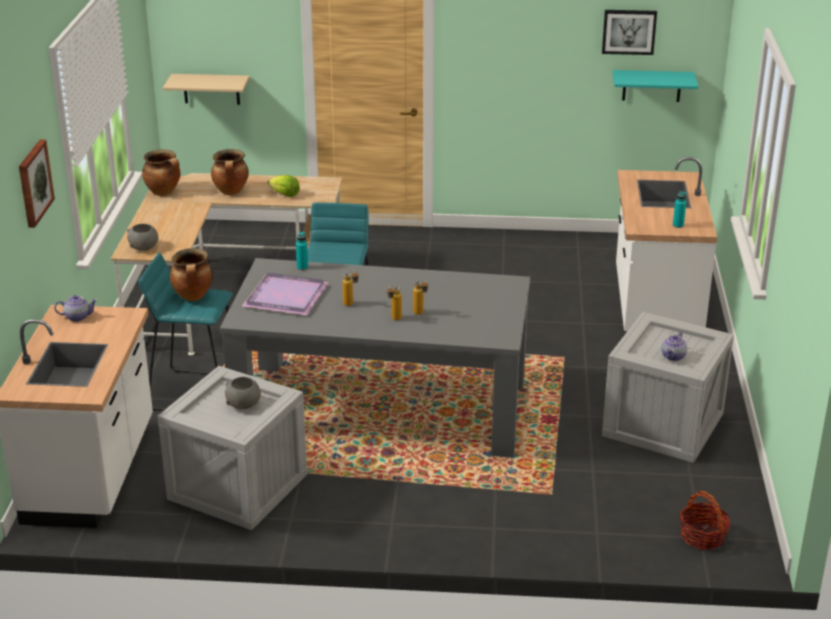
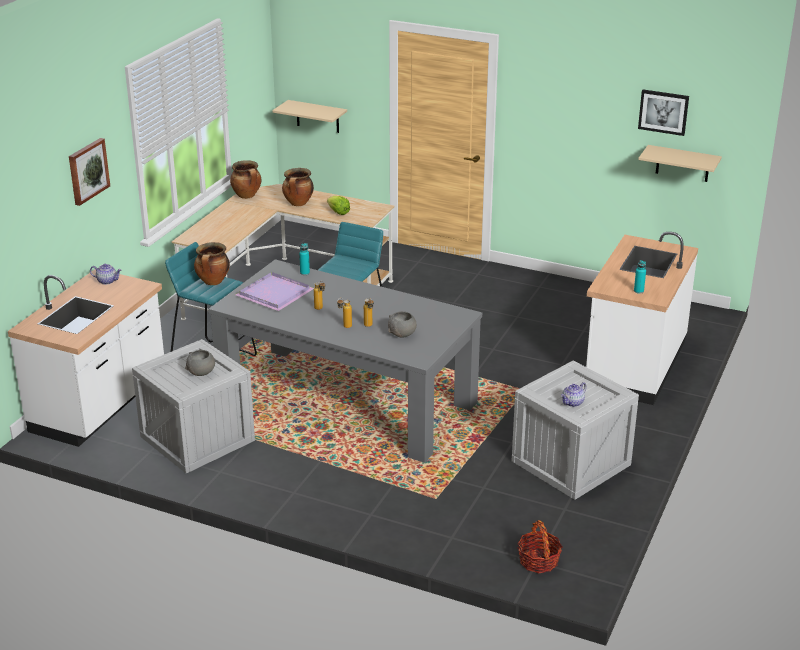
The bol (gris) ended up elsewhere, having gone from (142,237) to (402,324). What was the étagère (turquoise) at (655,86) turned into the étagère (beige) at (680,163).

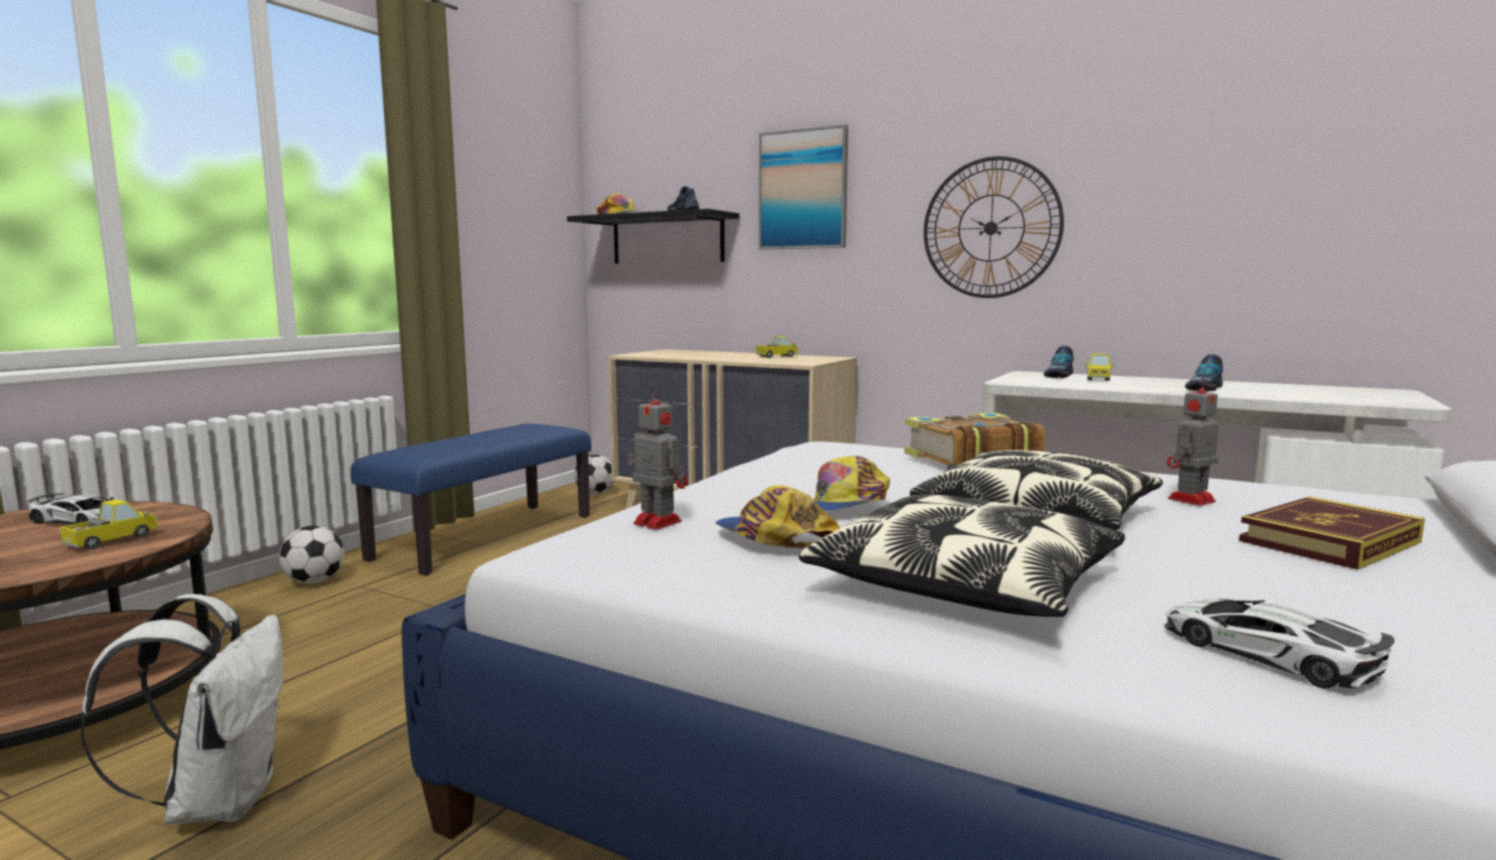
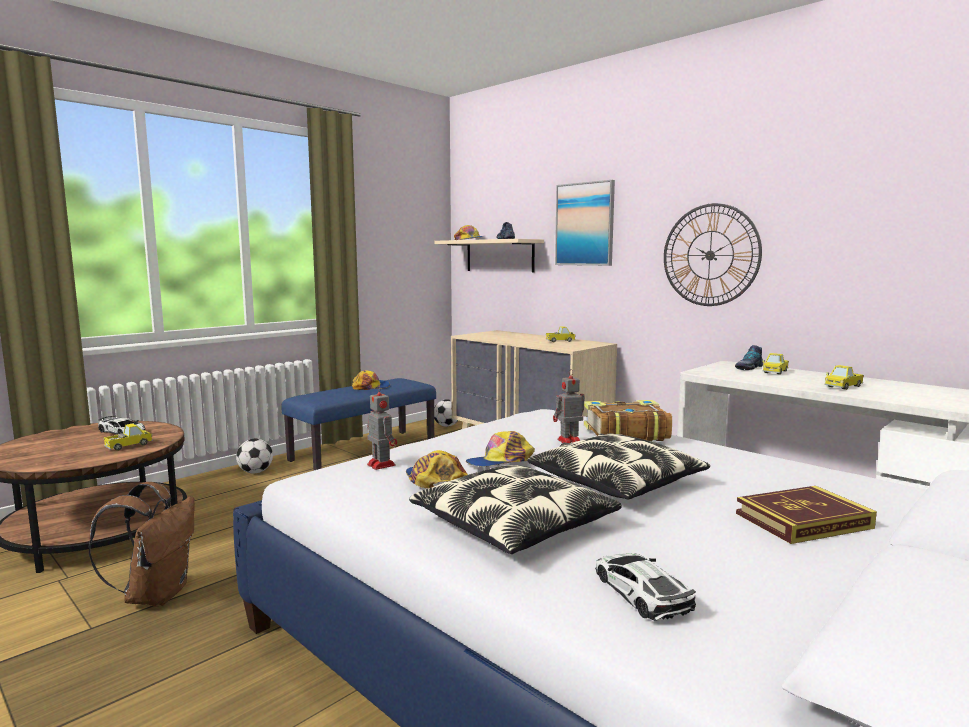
The second view gained the casquette at (371,380). The robot jouet ended up elsewhere, having gone from (1193,442) to (569,406). Where the chaussure stood at (1204,373), the camion jouet came to stand at (844,377). What was the sac à dos (blanc) at (182,709) turned into the sac à dos (marron) at (141,544). What was the étagère (noir) at (653,236) turned into the étagère (beige) at (489,255).

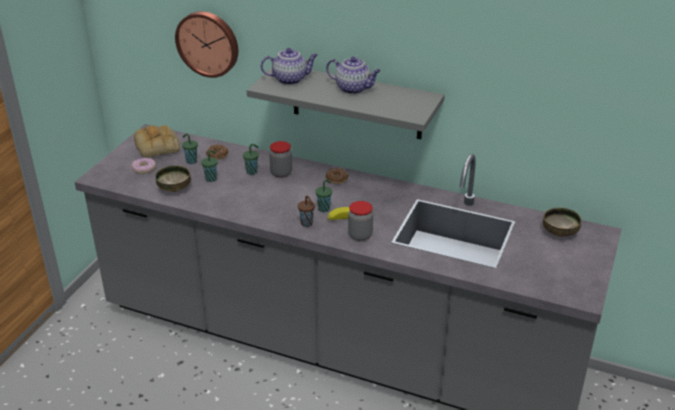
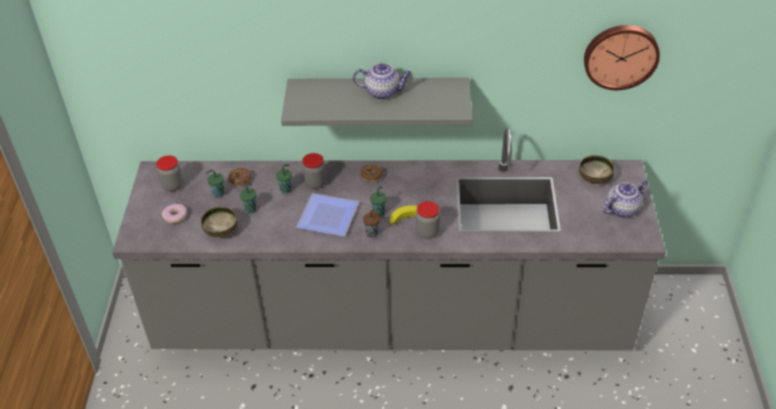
The second view gained the assiette at (327,215). The horloge murale ended up elsewhere, having gone from (206,44) to (622,57). The théière ended up elsewhere, having gone from (289,66) to (625,199). Where the pain stood at (157,141), the bocal came to stand at (169,173).

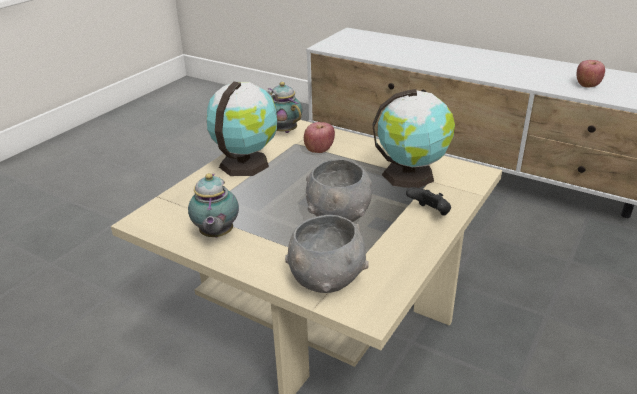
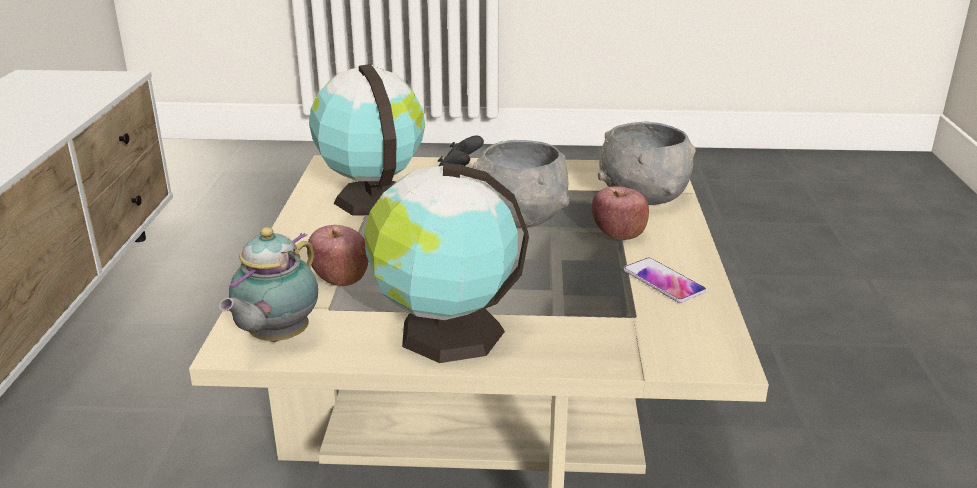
The pomme ended up elsewhere, having gone from (591,74) to (620,213). Where the théière stood at (213,205), the téléphone came to stand at (664,280).

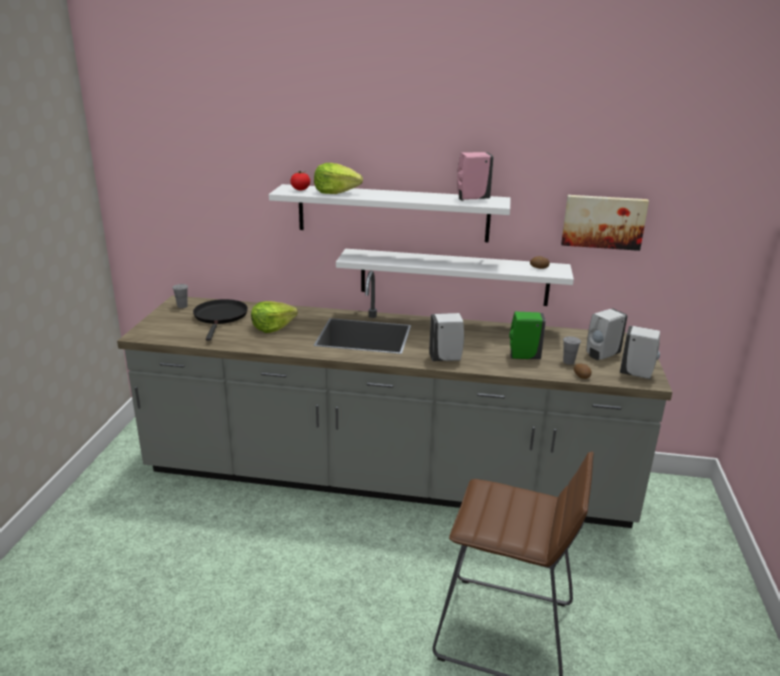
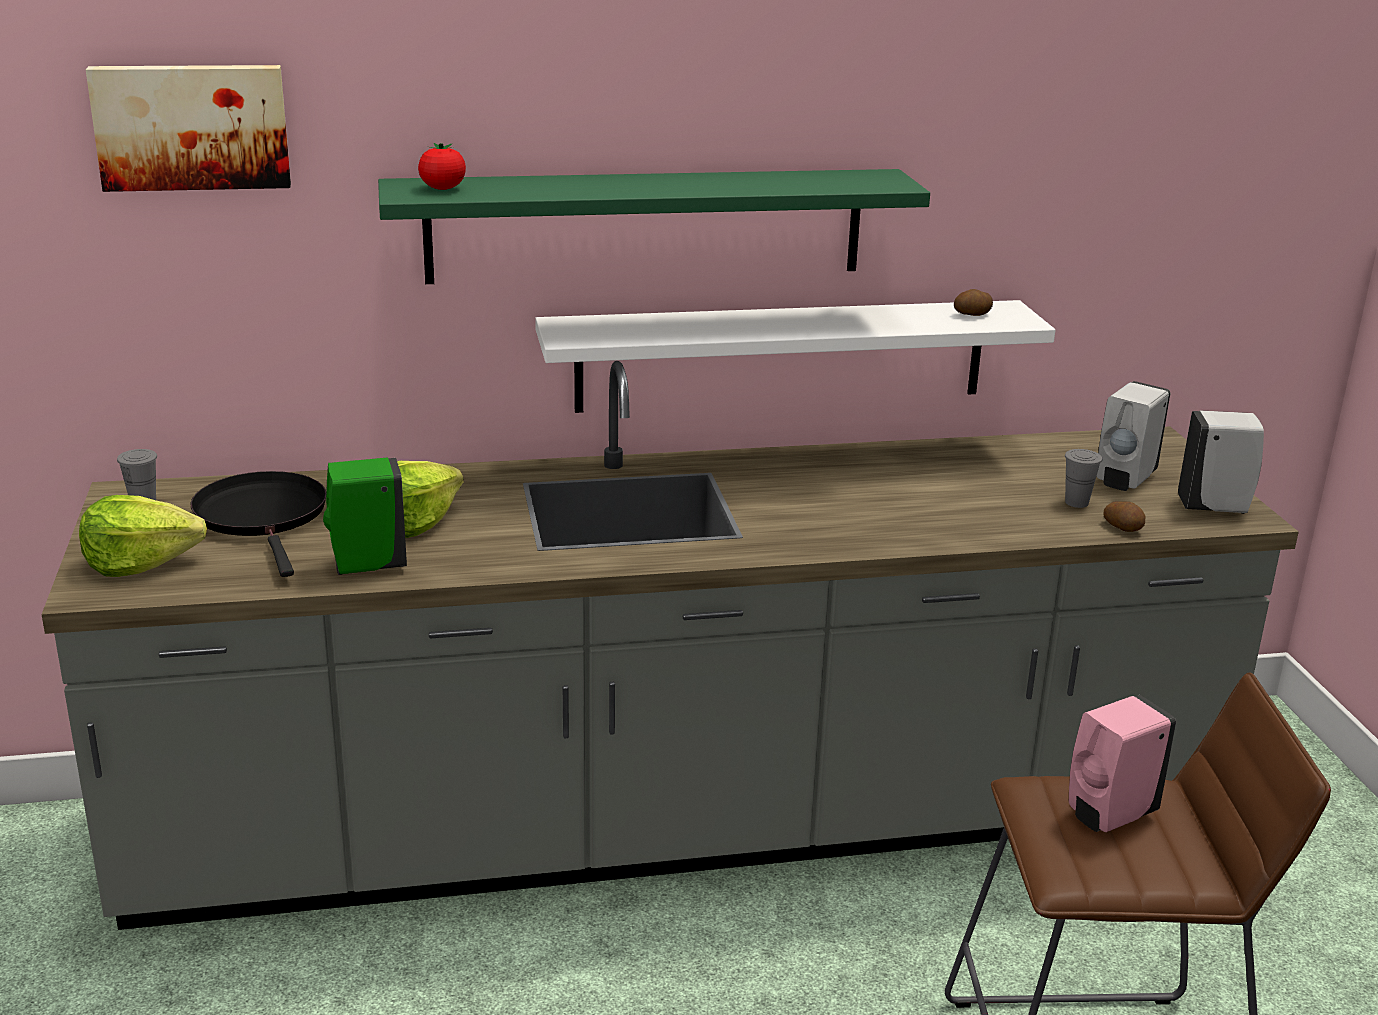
The second view lost the distributeur de savon (blanc) at (446,337). The laitue ended up elsewhere, having gone from (338,178) to (143,536). The distributeur de savon (rose) ended up elsewhere, having gone from (475,176) to (1122,763). The distributeur de savon (vert) ended up elsewhere, having gone from (527,335) to (365,516). The tableau ended up elsewhere, having gone from (605,223) to (188,128). What was the étagère (blanc) at (389,213) turned into the étagère (vert) at (654,226).

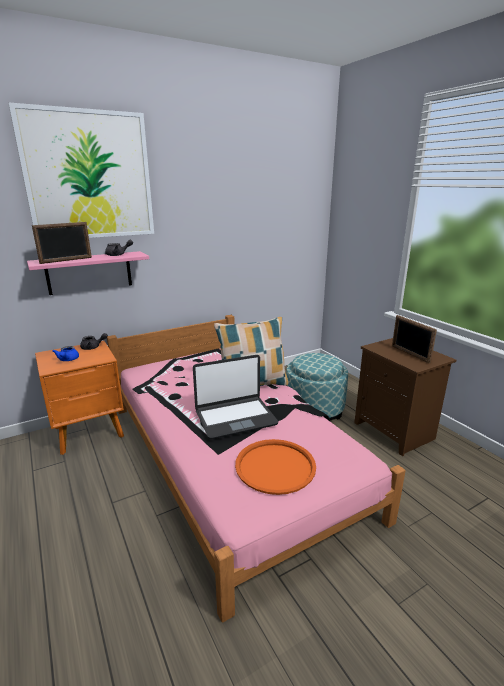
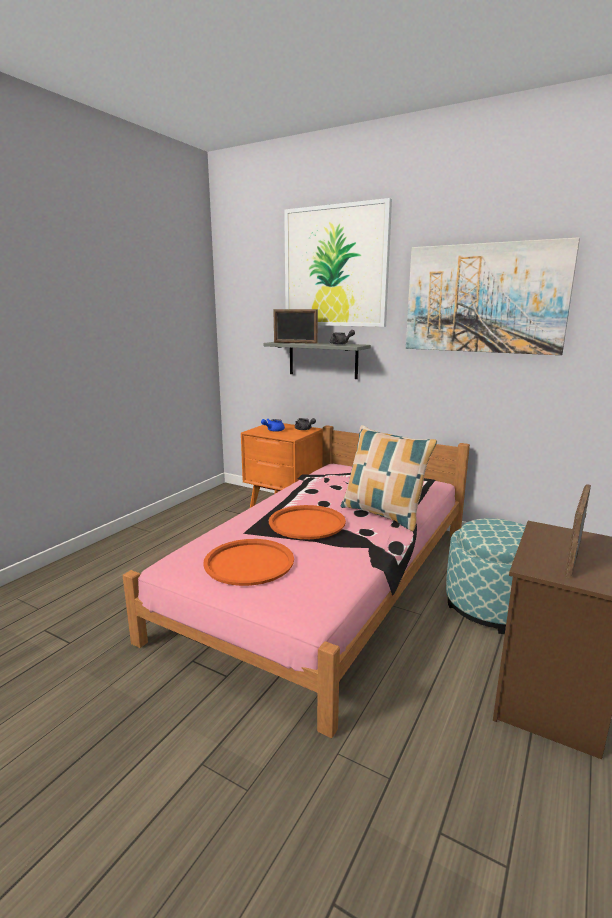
The second view gained the tableau at (493,296). Where the ordinateur portable stood at (235,397), the plateau (orange) came to stand at (307,522). What was the étagère (rose) at (88,273) turned into the étagère (gris) at (317,360).

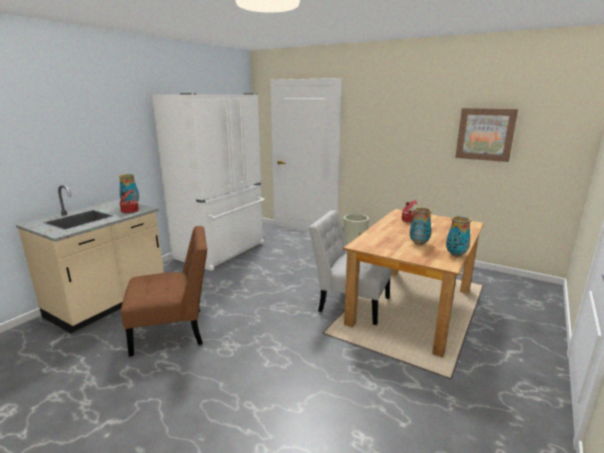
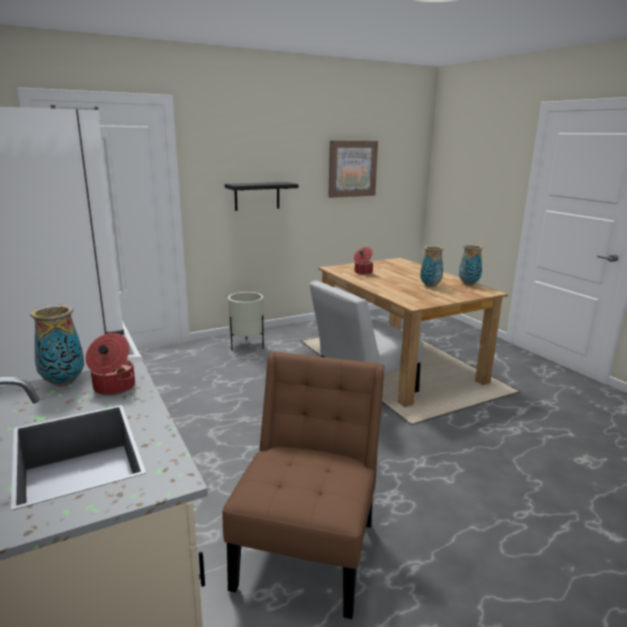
The second view gained the étagère (noir) at (262,196).

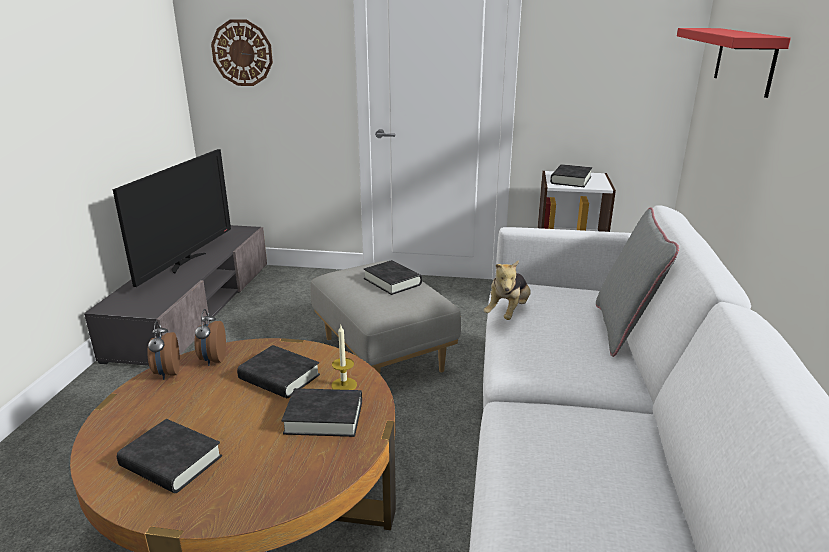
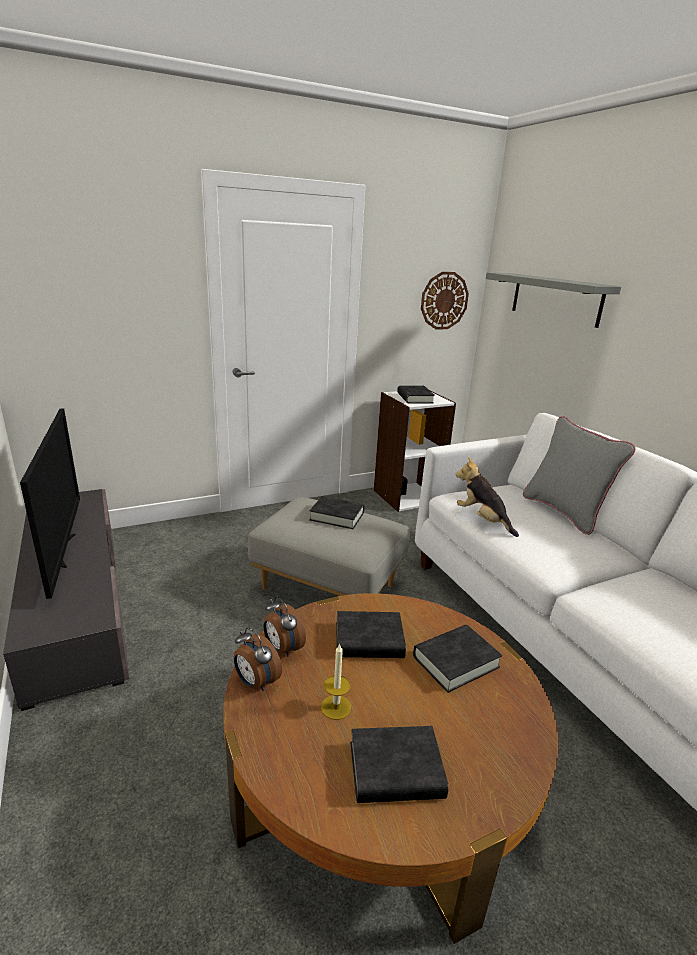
The horloge murale ended up elsewhere, having gone from (242,52) to (445,301). The bougie ended up elsewhere, having gone from (344,358) to (336,681). What was the étagère (rouge) at (734,63) turned into the étagère (gris) at (553,300). The peluche at (507,290) ended up facing another way, 150 degrees clockwise from before.

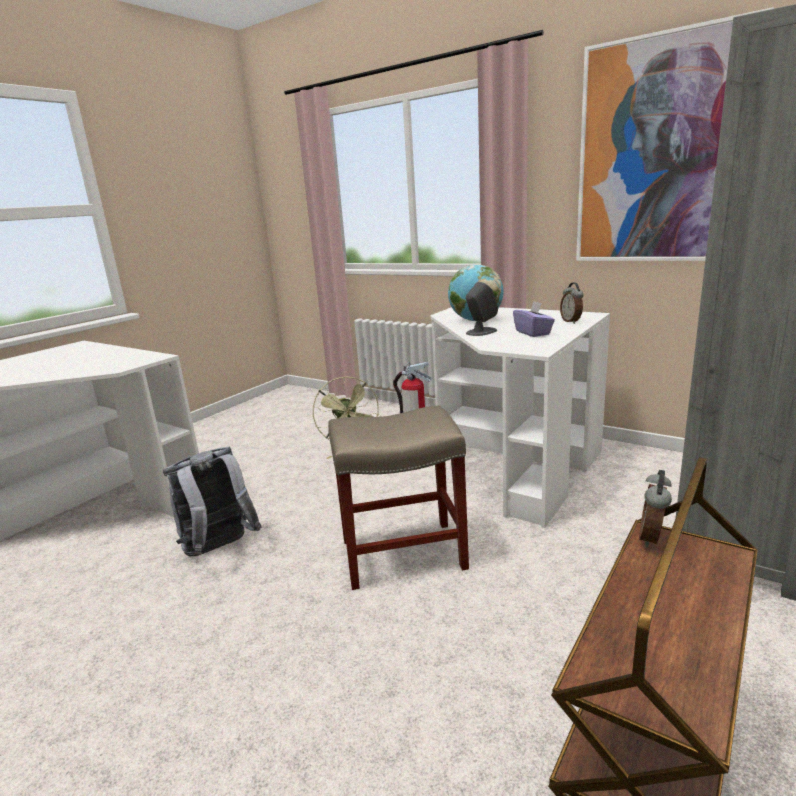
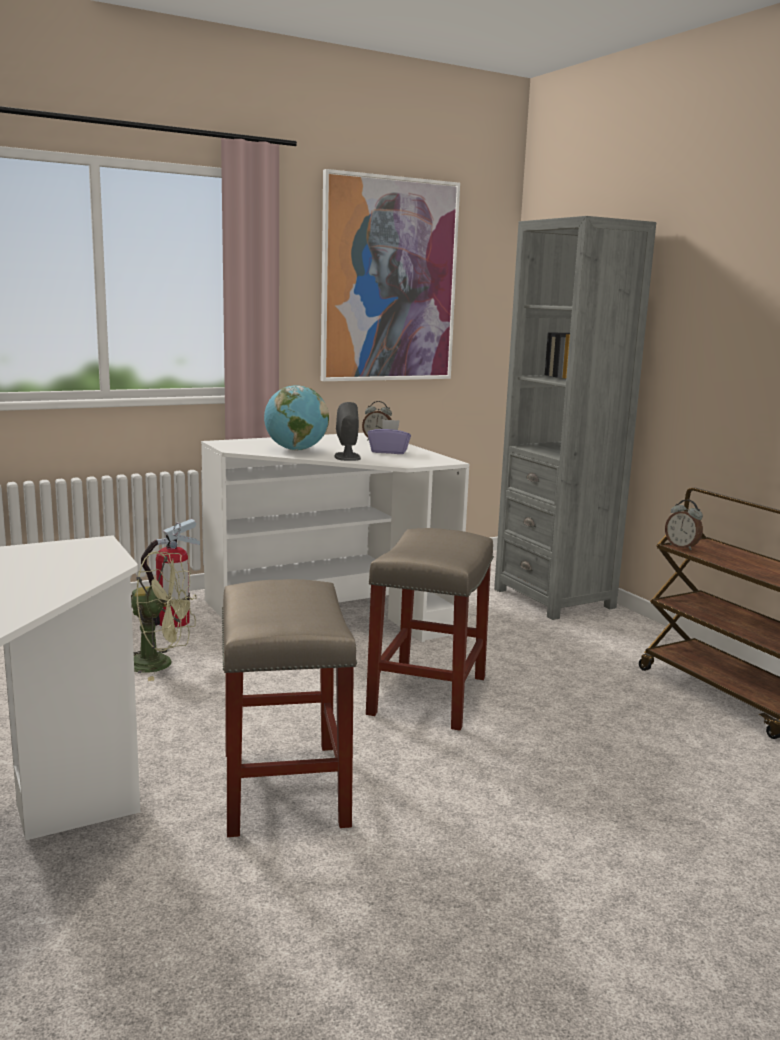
Where the sac à dos (gris) stood at (212,501), the tabouret (beige) came to stand at (289,708).

